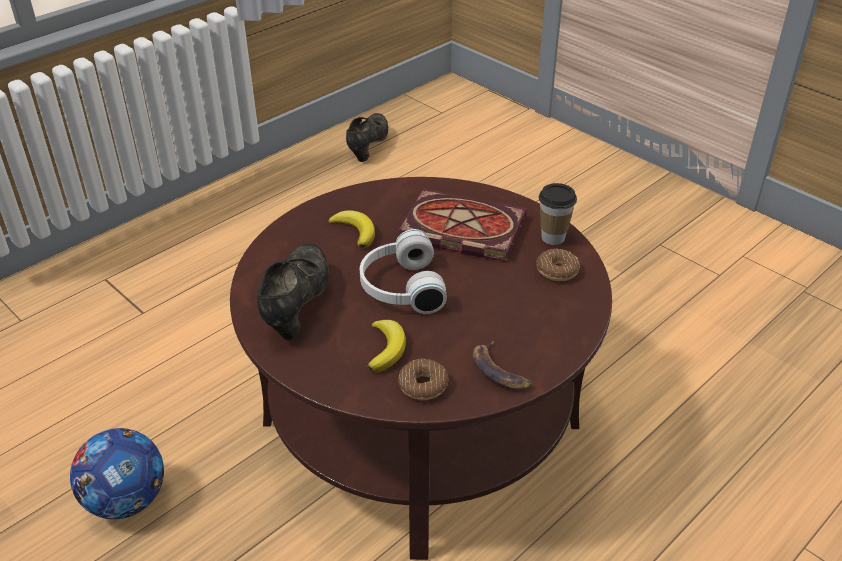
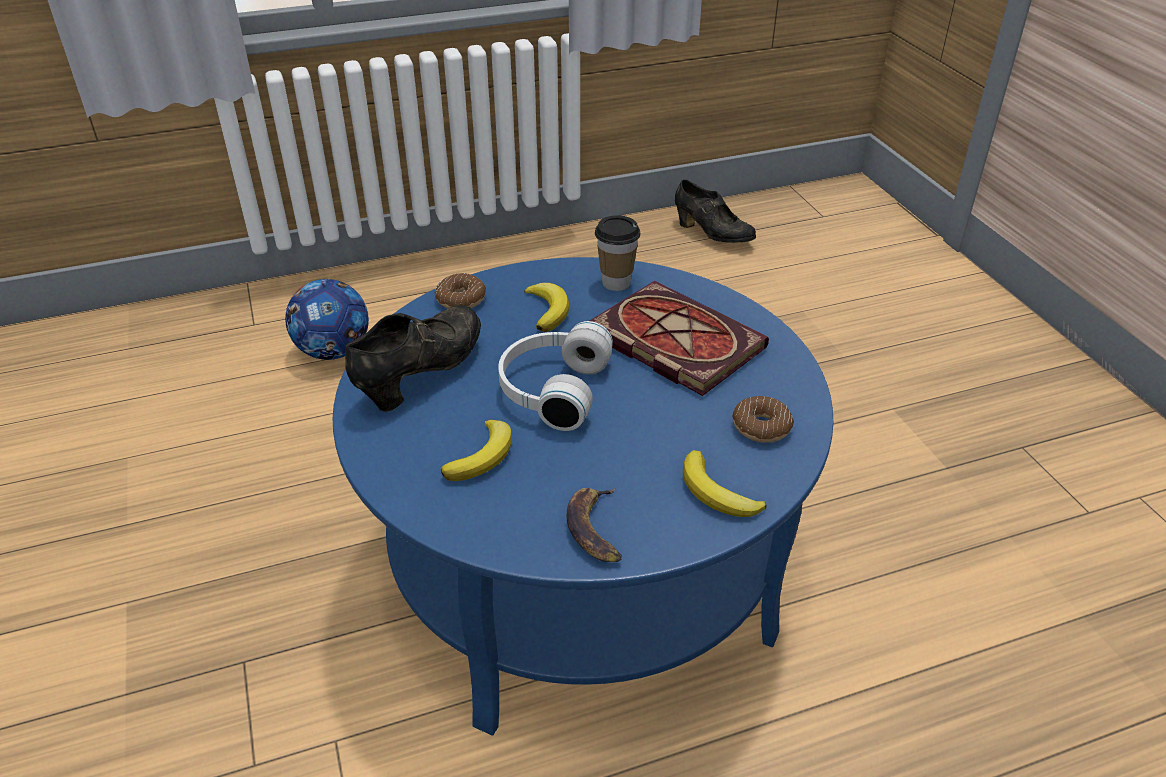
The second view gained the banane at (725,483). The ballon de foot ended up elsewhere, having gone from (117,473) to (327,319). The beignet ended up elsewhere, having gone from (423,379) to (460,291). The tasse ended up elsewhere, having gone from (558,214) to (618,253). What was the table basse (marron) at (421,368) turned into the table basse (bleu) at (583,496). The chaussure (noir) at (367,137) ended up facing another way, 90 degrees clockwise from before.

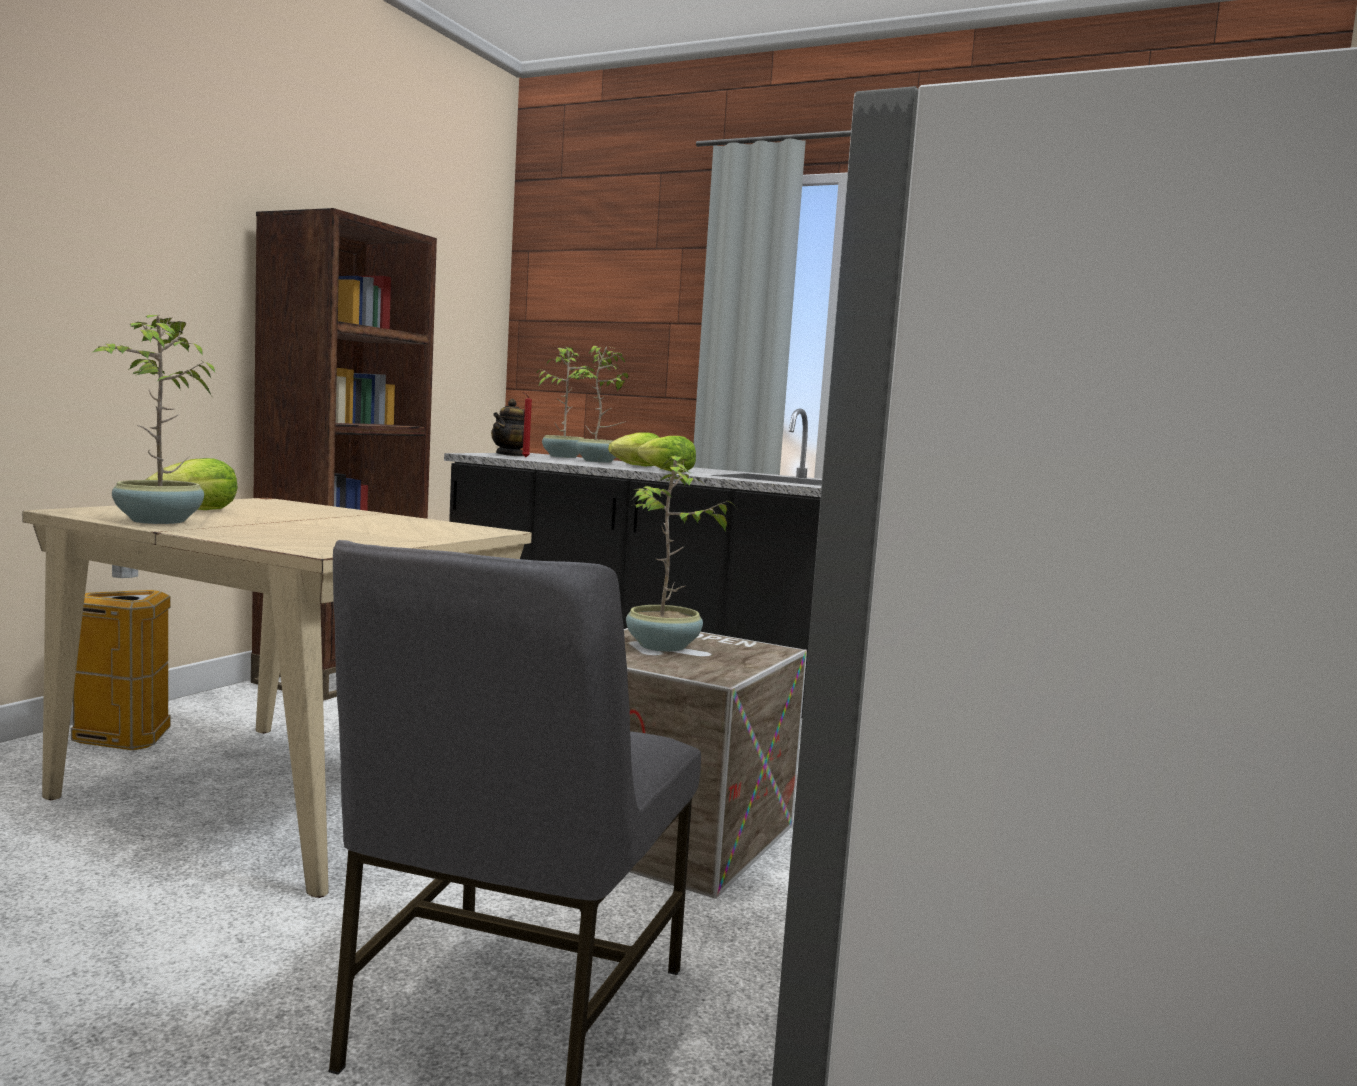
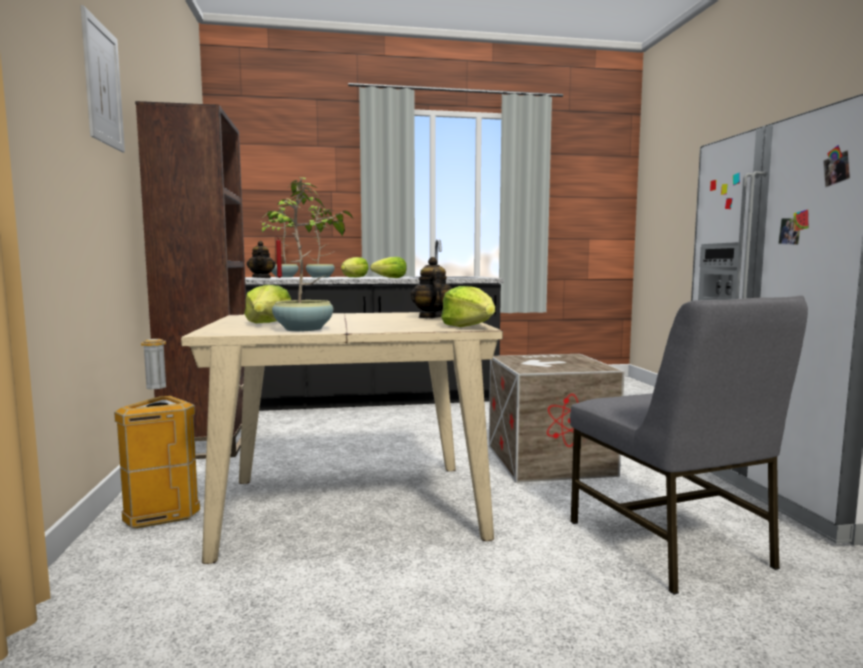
The second view lost the plante en pot at (682,553). The second view gained the tableau at (103,79). The second view gained the théière at (431,287). The second view gained the laitue at (468,306).

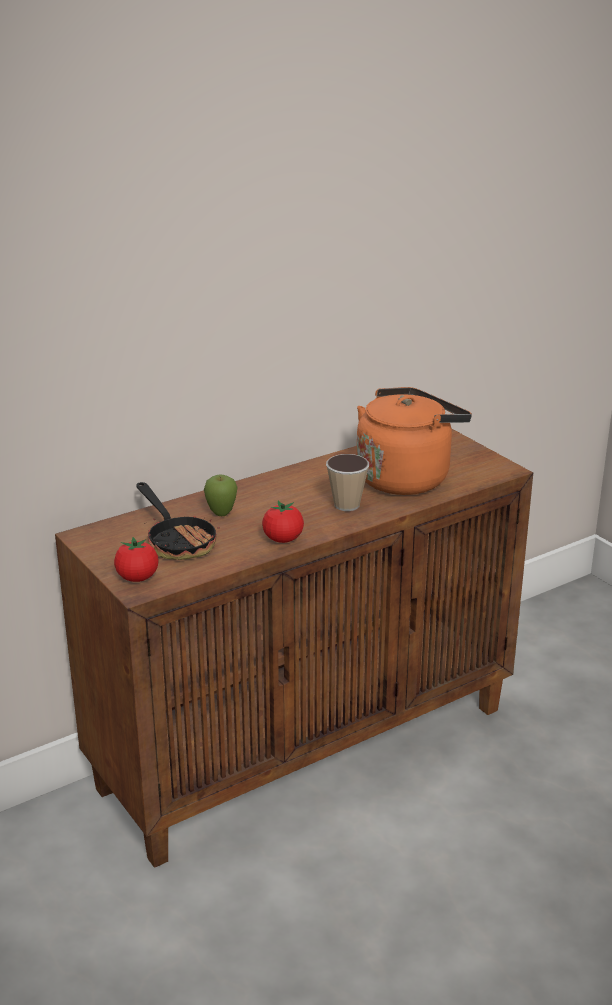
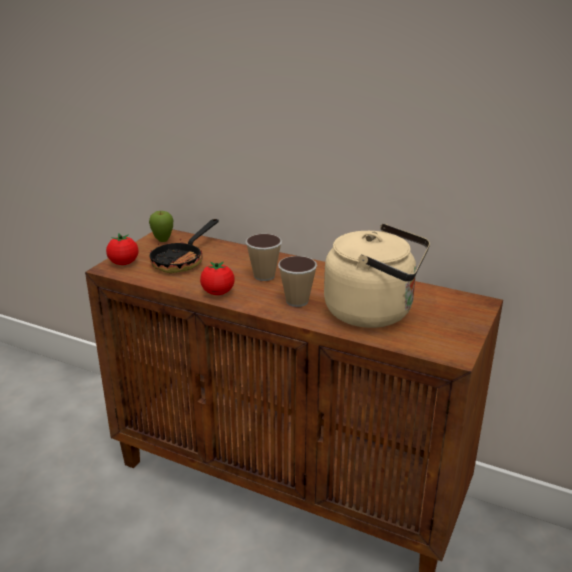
The second view gained the tasse at (264,257). The pomme ended up elsewhere, having gone from (221,495) to (161,226). What was the bouilloire (orange) at (414,441) turned into the bouilloire (beige) at (377,276).

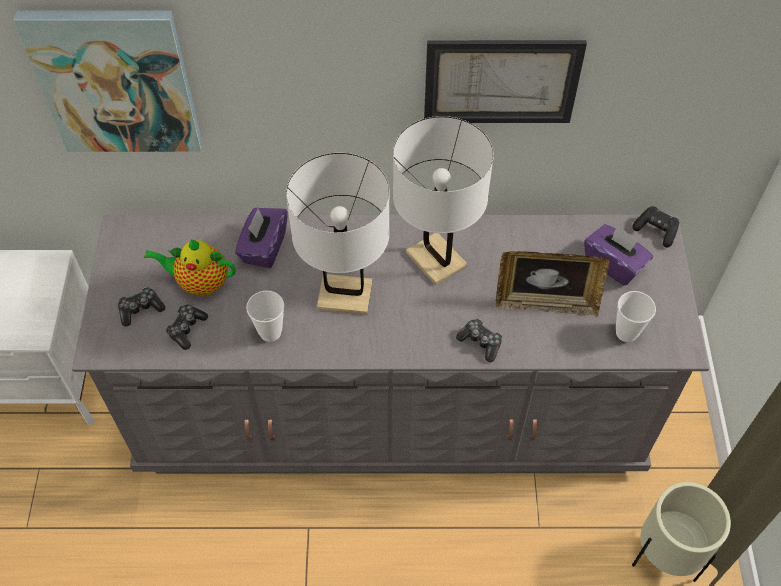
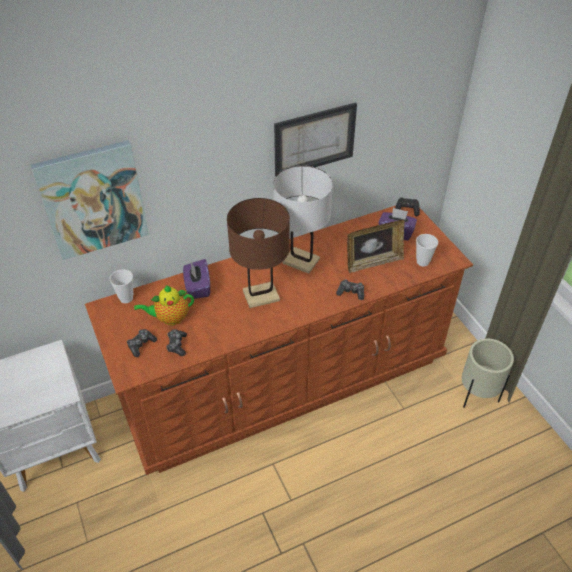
The tasse ended up elsewhere, having gone from (265,316) to (121,286). What was the commode (gris) at (390,344) turned into the commode (marron) at (279,340). What was the lampe de table (blanc) at (338,234) turned into the lampe de table (marron) at (258,253).

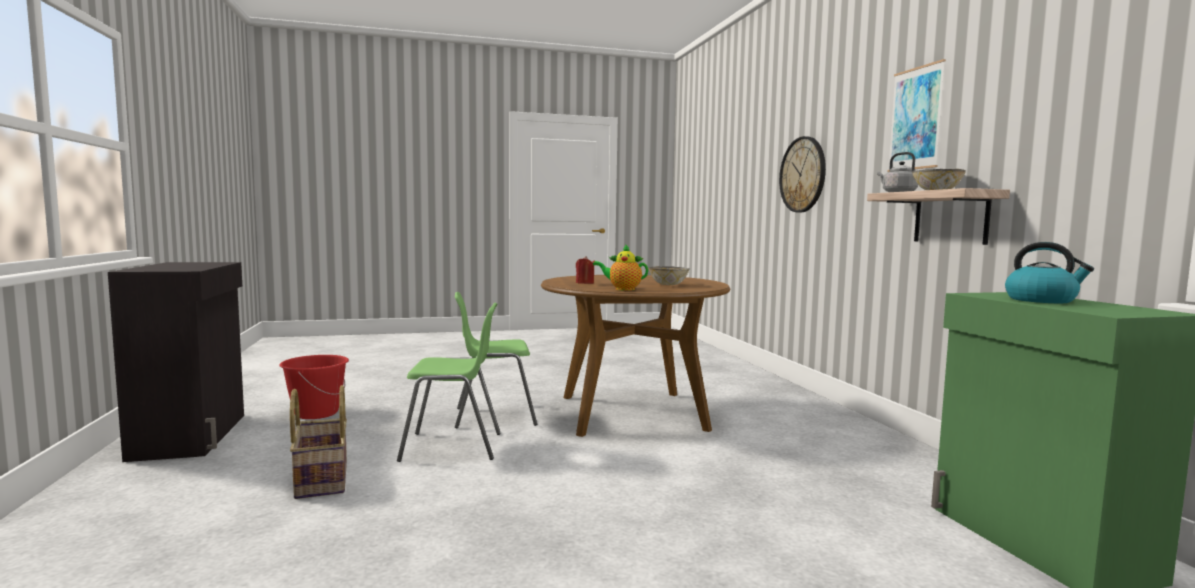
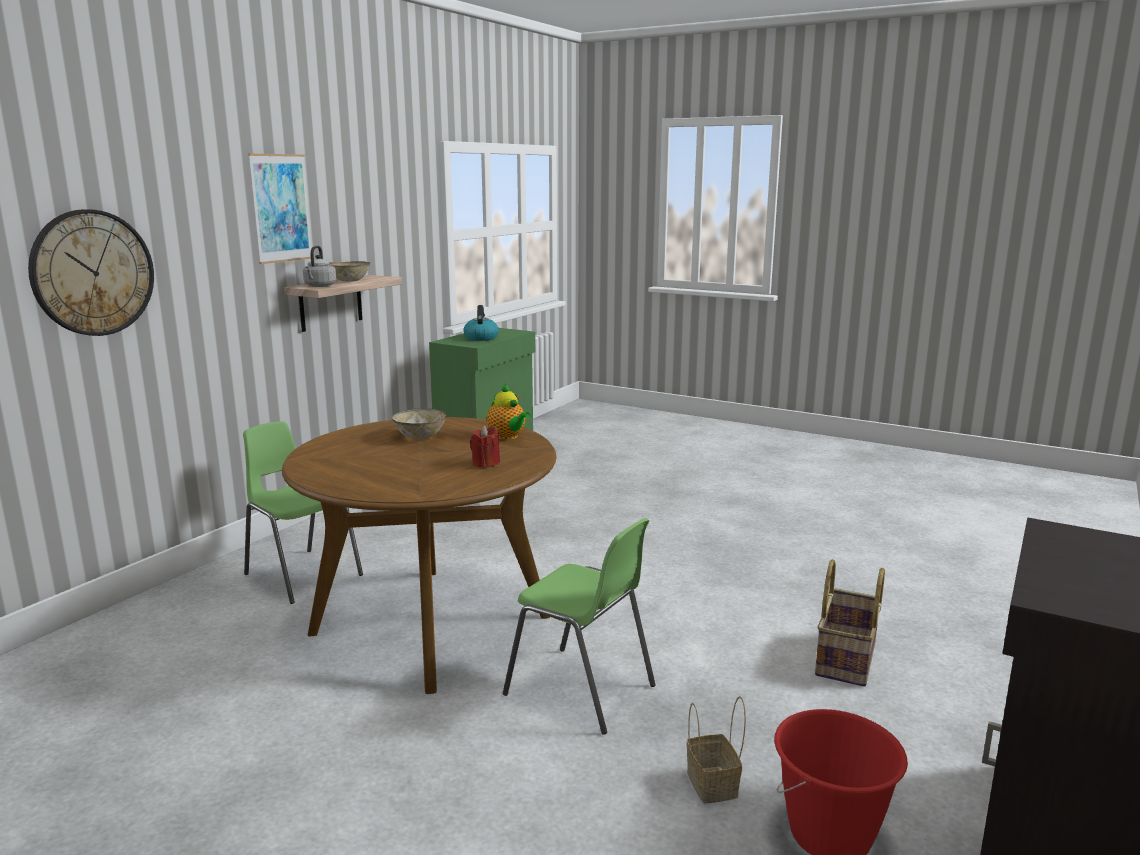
The second view gained the panier at (716,749). The chaise (vert) ended up elsewhere, having gone from (449,382) to (303,512).

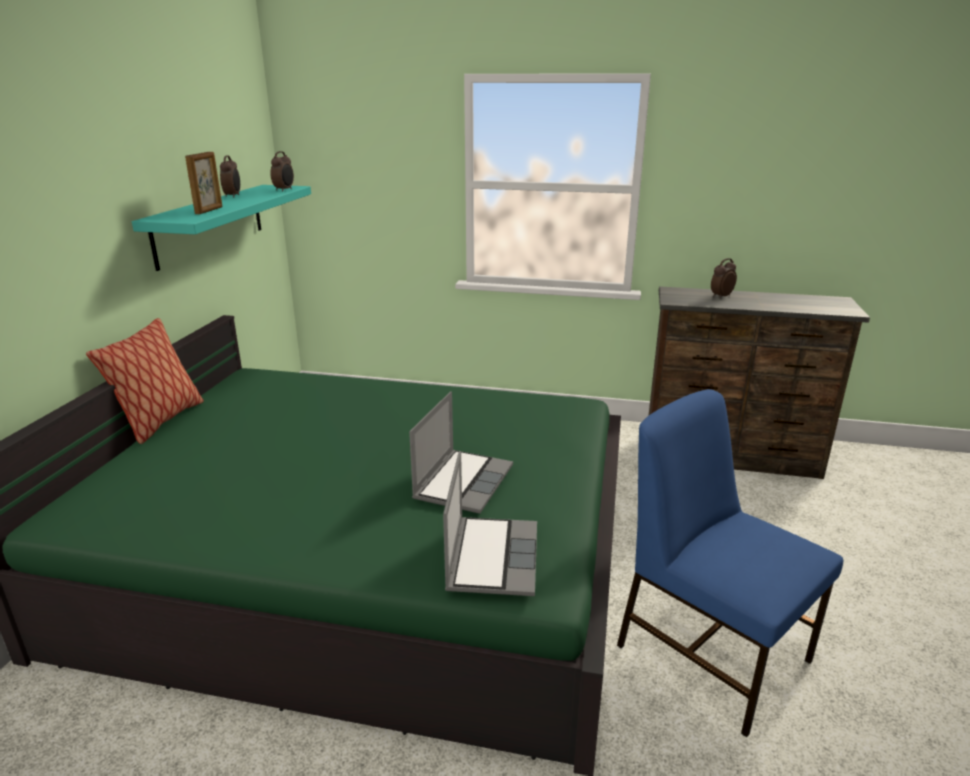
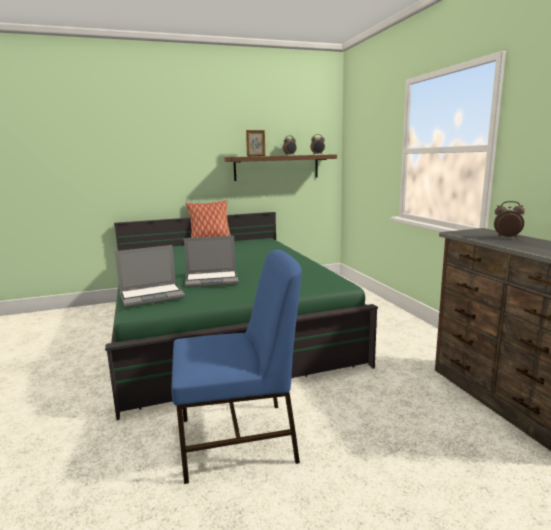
What was the étagère (turquoise) at (221,228) turned into the étagère (marron) at (281,167). The chaise (bleu) at (730,563) ended up facing another way, 60 degrees clockwise from before.

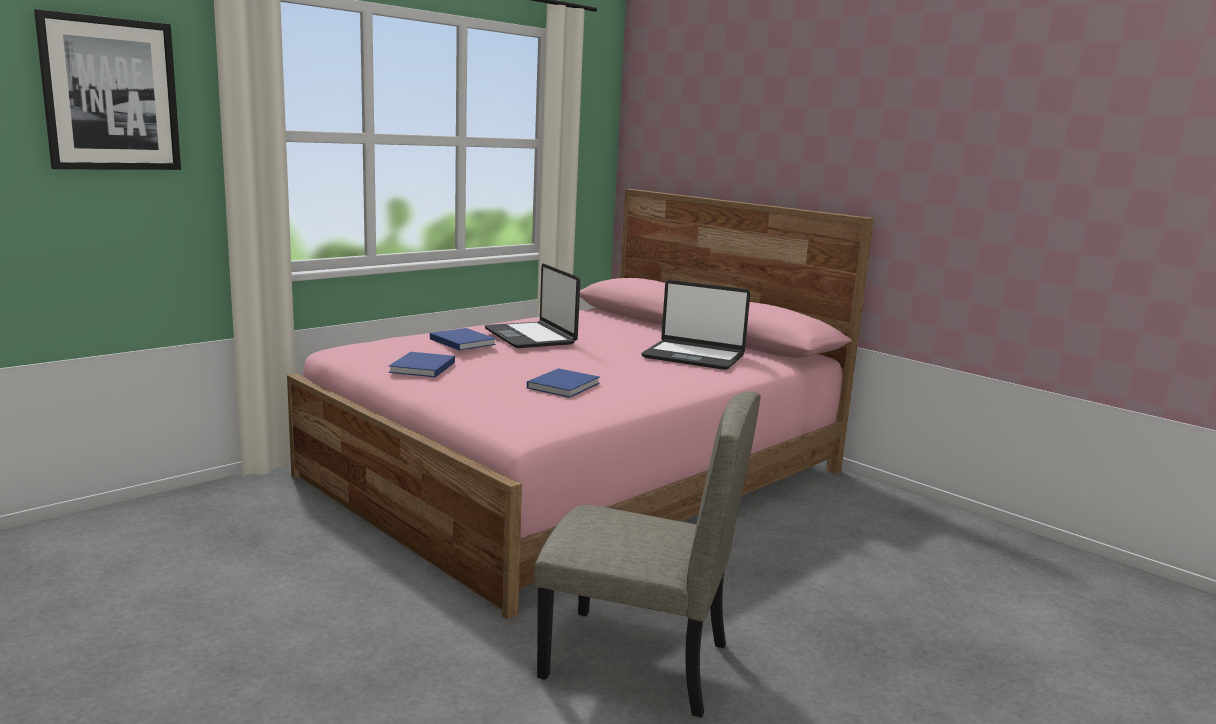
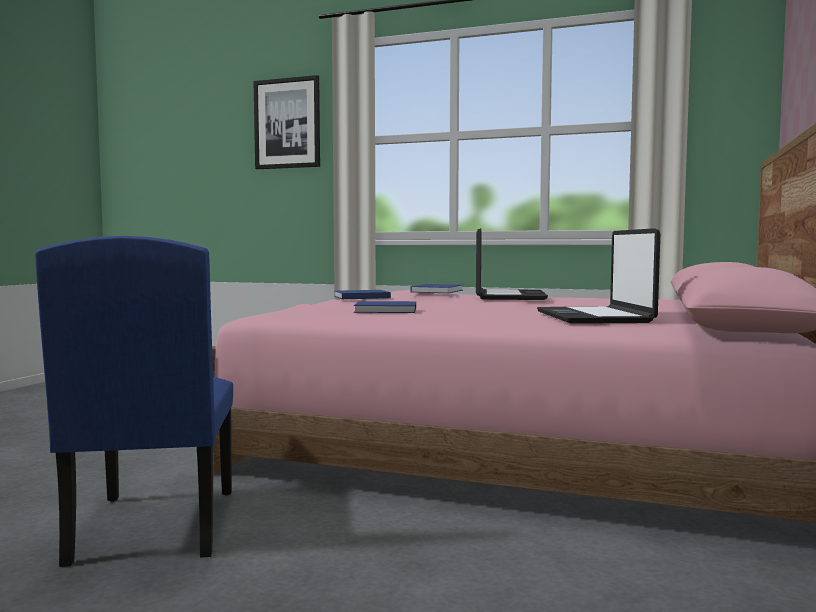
What was the chaise (beige) at (647,554) turned into the chaise (bleu) at (134,401). The ordinateur portable at (532,305) ended up facing another way, 150 degrees clockwise from before.

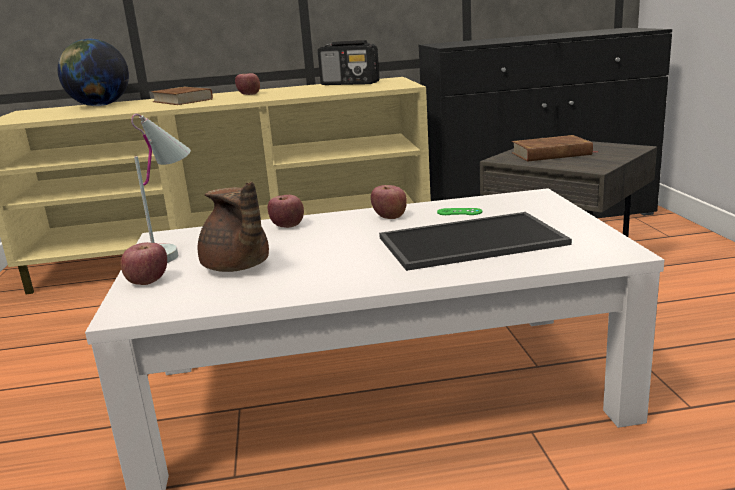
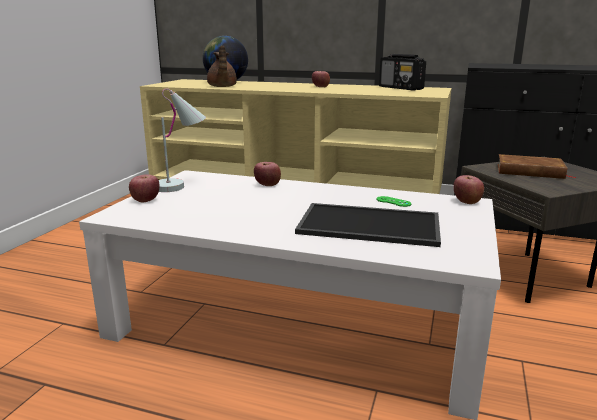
The second view lost the livre (marron) at (182,96). The théière (marron) ended up elsewhere, having gone from (233,226) to (222,66). The pomme ended up elsewhere, having gone from (389,202) to (468,189).

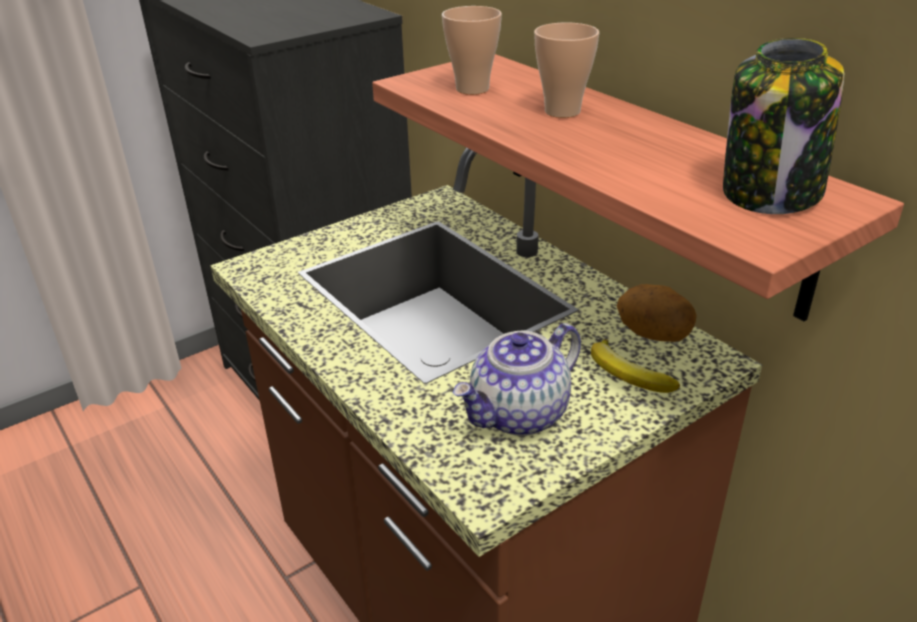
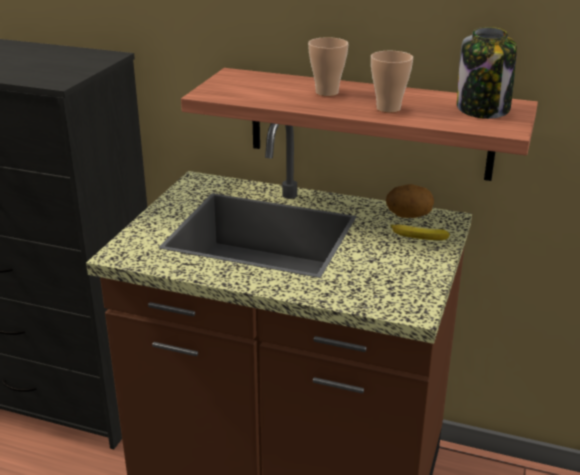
The second view lost the théière at (517,379). The tasse ended up elsewhere, having gone from (472,50) to (392,82).

